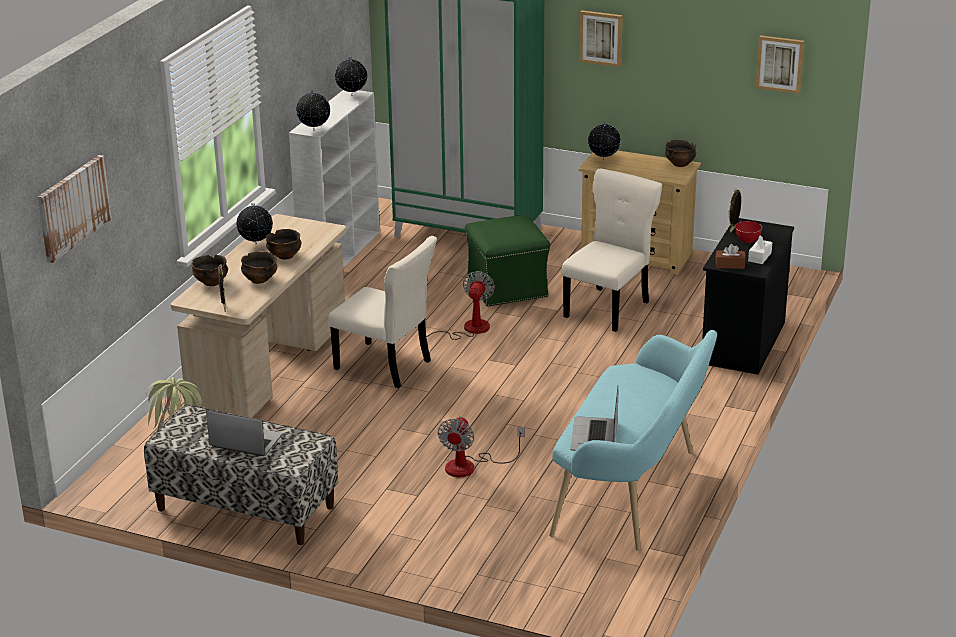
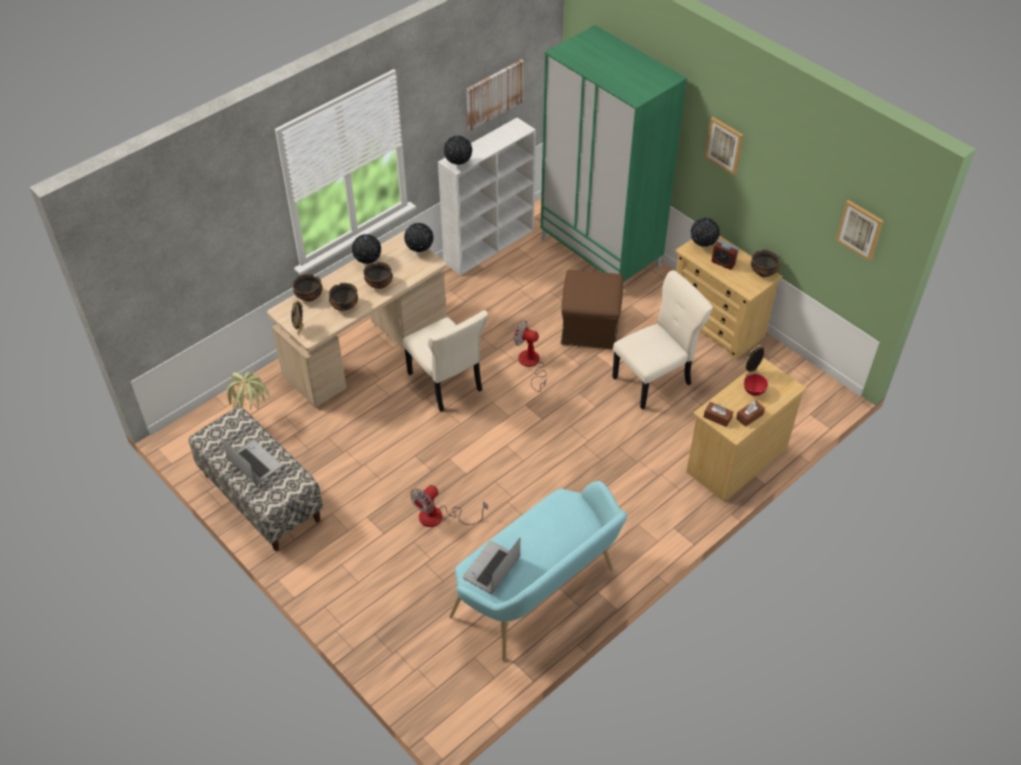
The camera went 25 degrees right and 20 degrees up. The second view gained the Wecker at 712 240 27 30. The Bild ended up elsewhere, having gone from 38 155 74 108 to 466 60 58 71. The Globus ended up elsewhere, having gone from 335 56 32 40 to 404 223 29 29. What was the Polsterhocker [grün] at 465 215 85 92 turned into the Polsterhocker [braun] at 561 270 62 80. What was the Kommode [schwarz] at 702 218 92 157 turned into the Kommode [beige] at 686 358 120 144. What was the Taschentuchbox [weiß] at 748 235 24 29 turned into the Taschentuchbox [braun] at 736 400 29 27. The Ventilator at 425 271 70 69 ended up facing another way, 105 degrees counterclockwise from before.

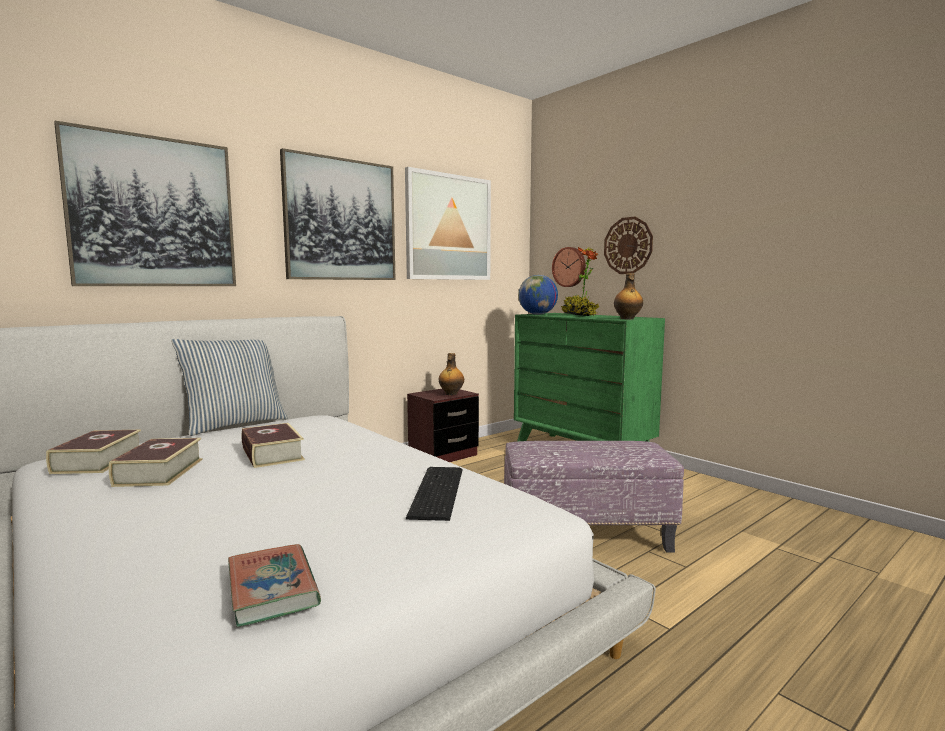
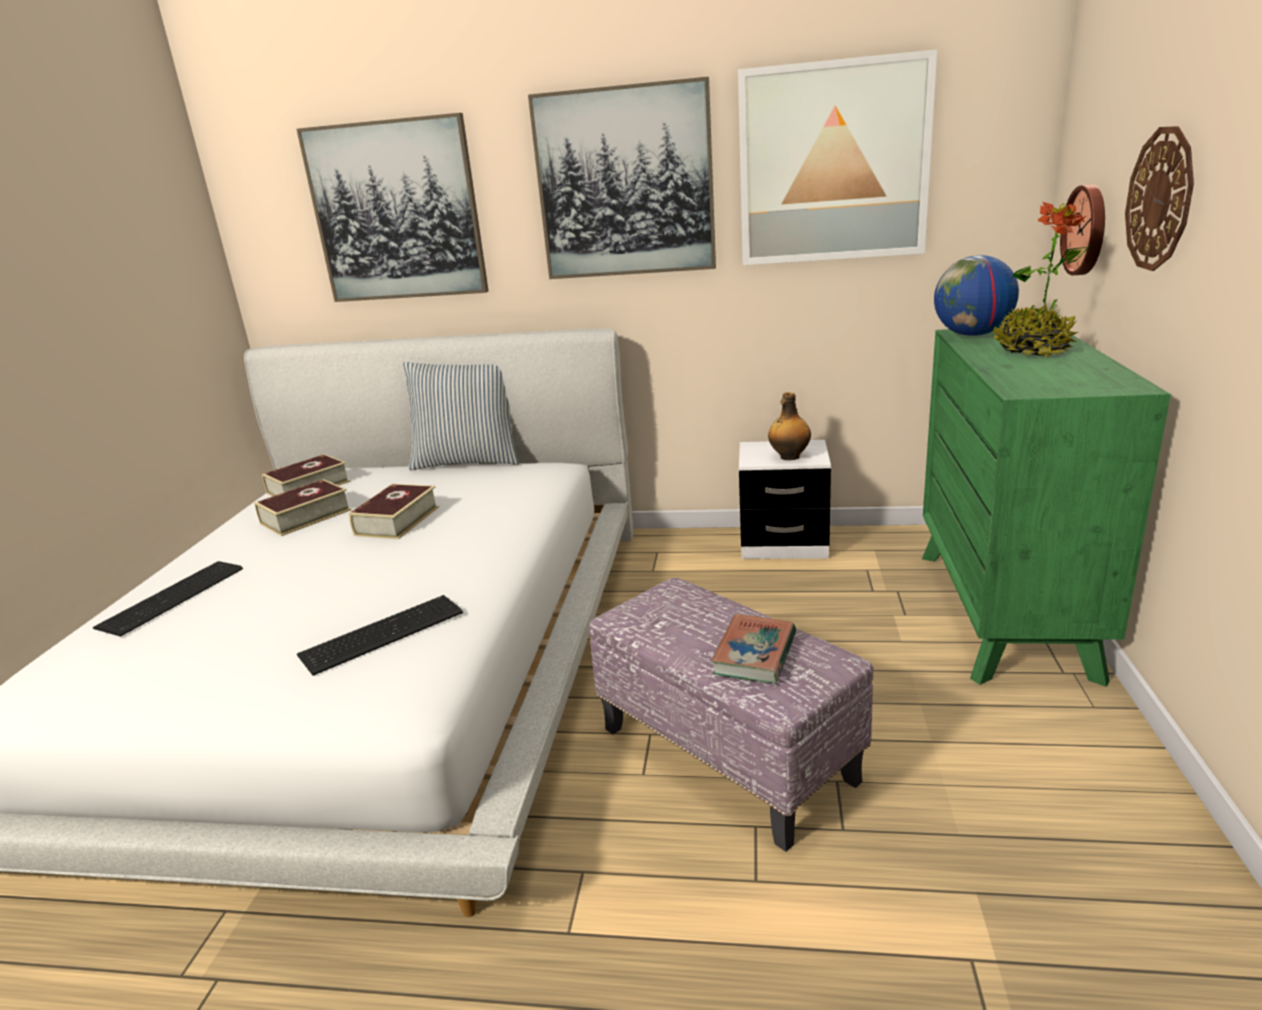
The camera went 50 degrees right and 15 degrees up. The second view lost the Flasche at 614 273 29 46. The second view gained the Tastatur at 93 561 150 76. The Buch ended up elsewhere, having gone from 228 544 93 83 to 711 614 85 69. What was the Nachttisch [braun] at 407 389 72 73 turned into the Nachttisch [weiß] at 739 440 92 119.

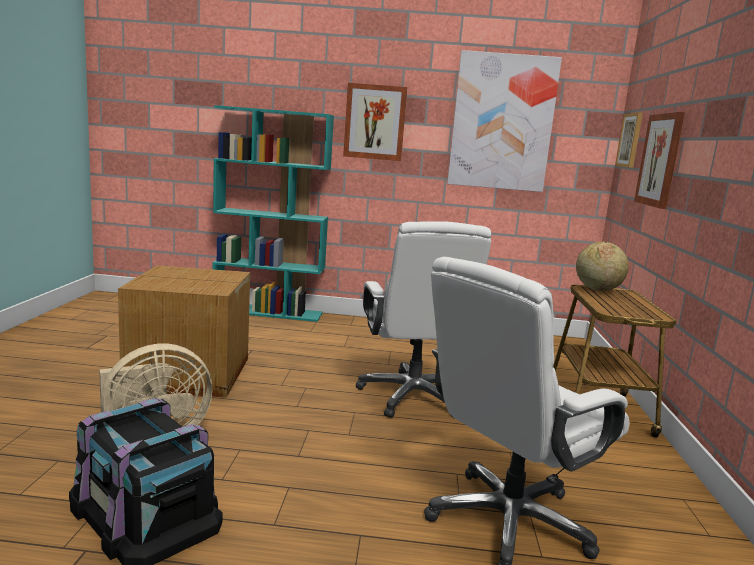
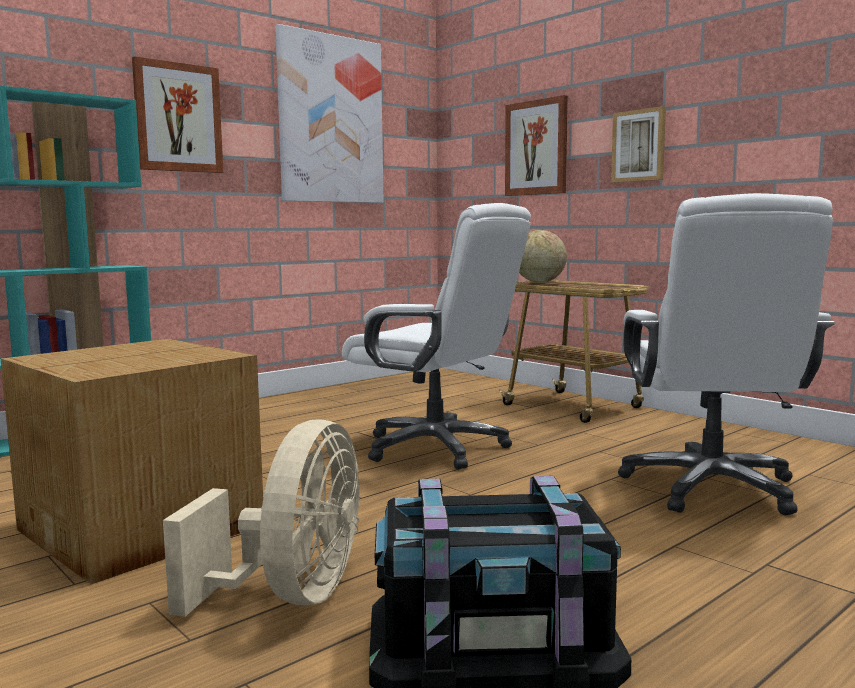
The camera went 45 degrees left and 5 degrees down. The Bild ended up elsewhere, having gone from 615 112 28 56 to 611 106 55 77.

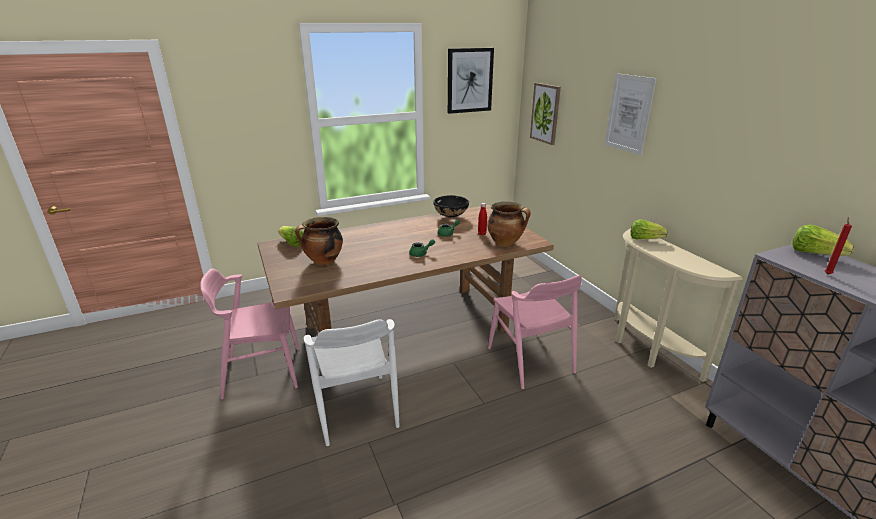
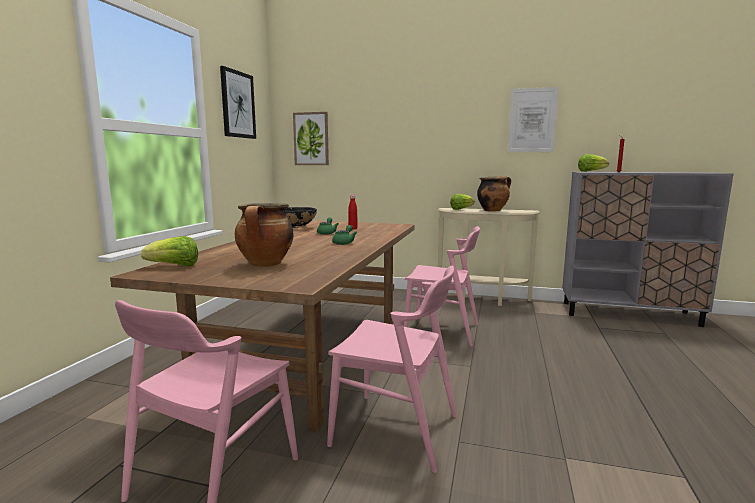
The camera went 50 degrees left and 15 degrees down. The Kochtopf ended up elsewhere, having gone from 487 202 44 45 to 477 176 34 36. The Bild ended up elsewhere, having gone from 605 73 52 82 to 508 87 51 65. What was the Stuhl [weiß] at 304 319 96 127 turned into the Stuhl [rosa] at 327 266 130 207.

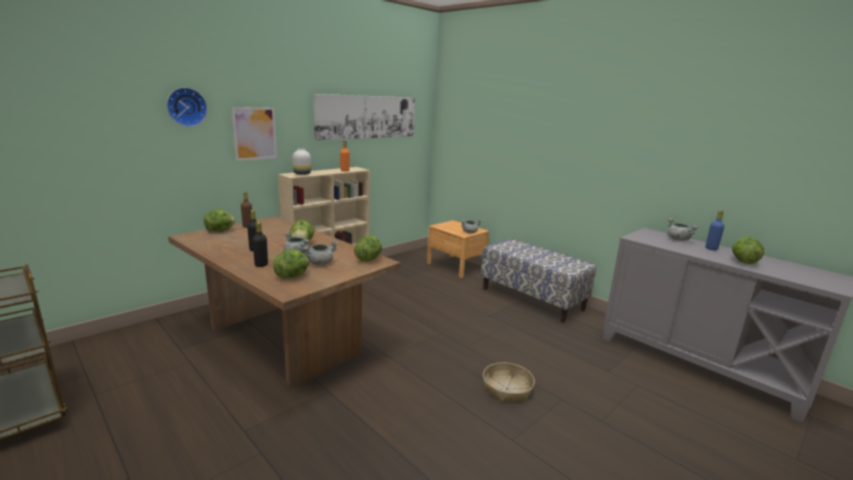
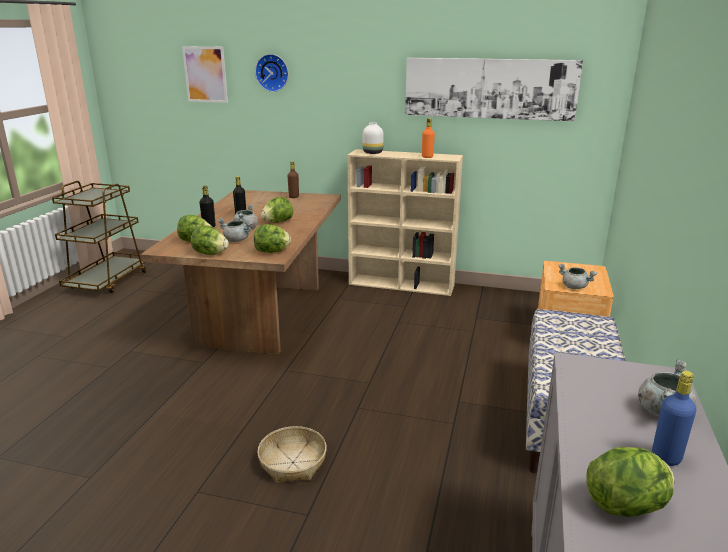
The camera went 60 degrees right and 5 degrees up. The Salatkopf ended up elsewhere, having gone from 204 209 31 23 to 191 225 38 30. The Bild ended up elsewhere, having gone from 231 107 46 54 to 182 46 46 57.

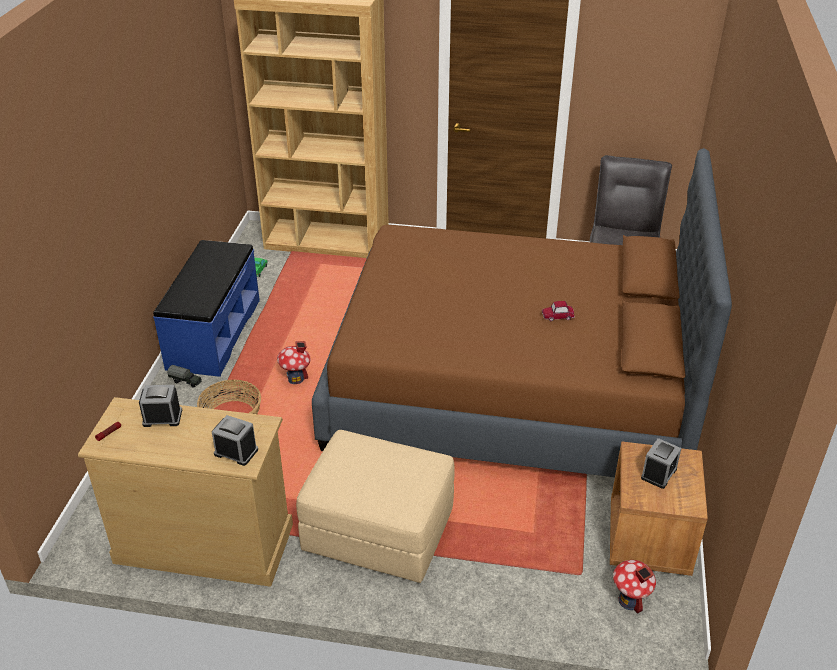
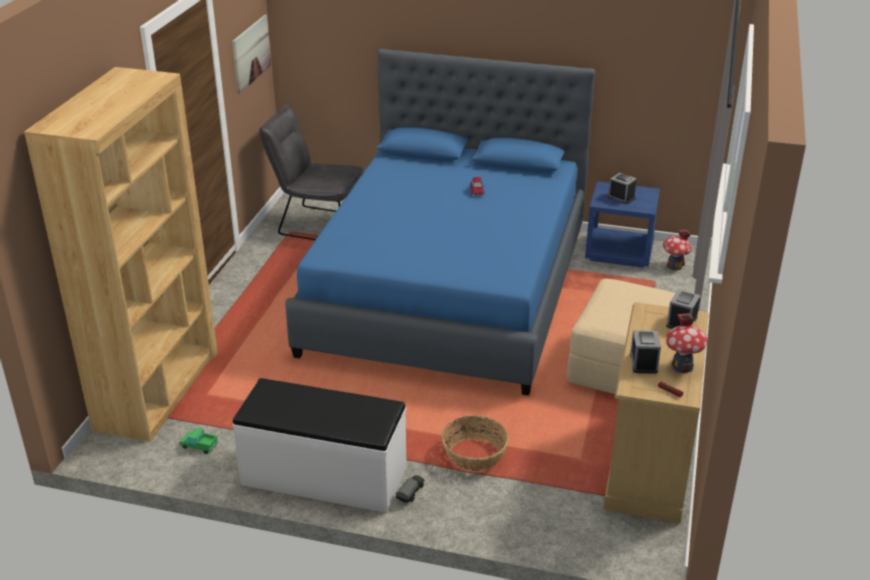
The camera went 85 degrees left and 5 degrees down. The second view gained the Bild at 232 15 39 79. The Spielzeughaus ended up elsewhere, having gone from 277 341 34 43 to 666 313 42 60. What was the Bank [blau] at 153 240 107 137 turned into the Bank [weiß] at 233 378 174 135. What was the Bett [braun] at 312 148 420 329 turned into the Bett [blau] at 285 49 310 347. What was the Nachttisch [braun] at 610 442 98 134 turned into the Nachttisch [blau] at 585 181 75 87.

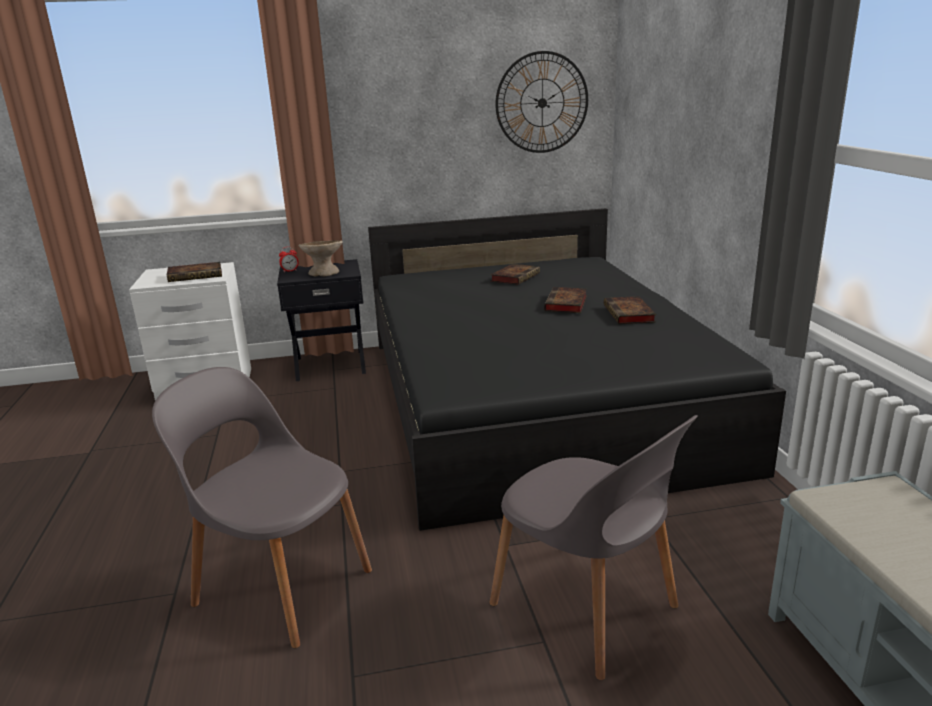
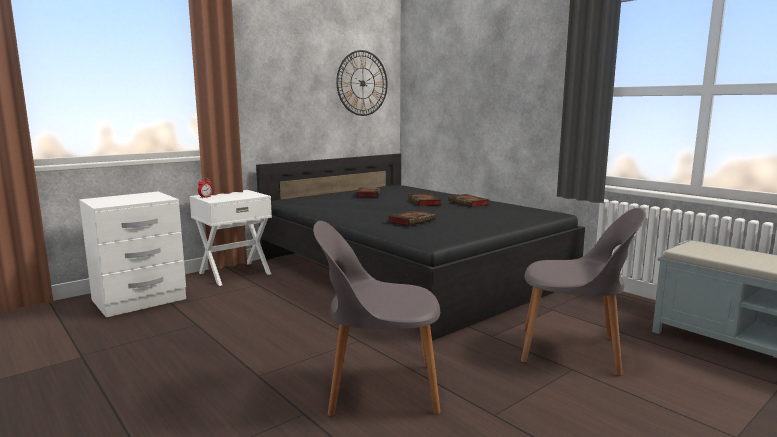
The camera went 30 degrees left and 10 degrees down. The second view lost the Schüssel [beige] at 298 240 45 36. The Buch ended up elsewhere, having gone from 167 262 55 20 to 387 210 49 16. What was the Nachttisch [schwarz] at 277 259 89 122 turned into the Nachttisch [weiß] at 189 190 83 96.

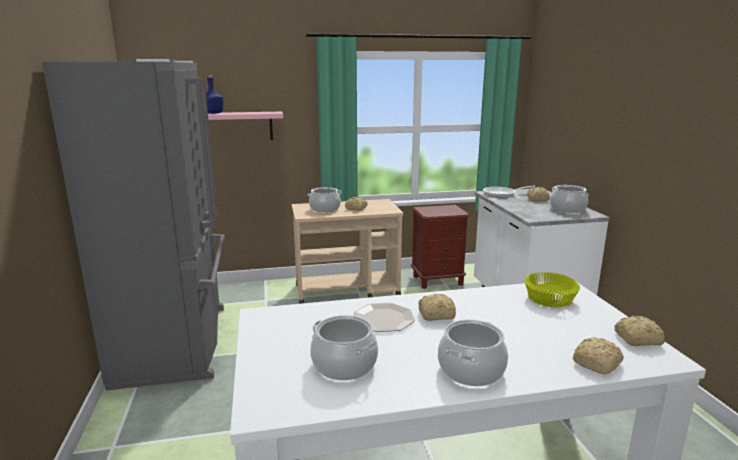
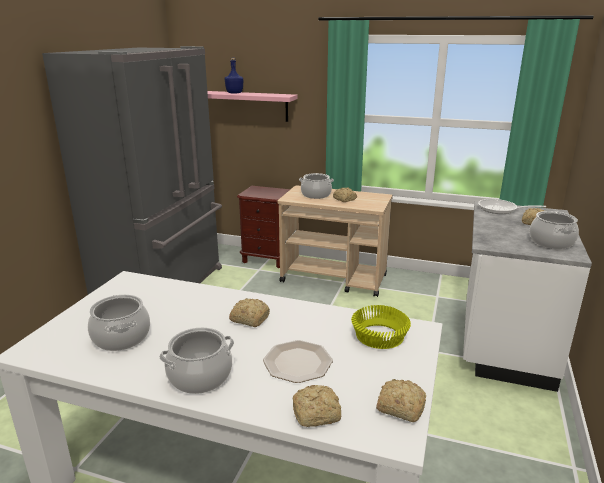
The camera went 30 degrees right and 5 degrees up. The Teller ended up elsewhere, having gone from 354 303 61 29 to 263 340 70 43. The Nachttisch [braun] ended up elsewhere, having gone from 411 205 59 84 to 237 186 53 82.

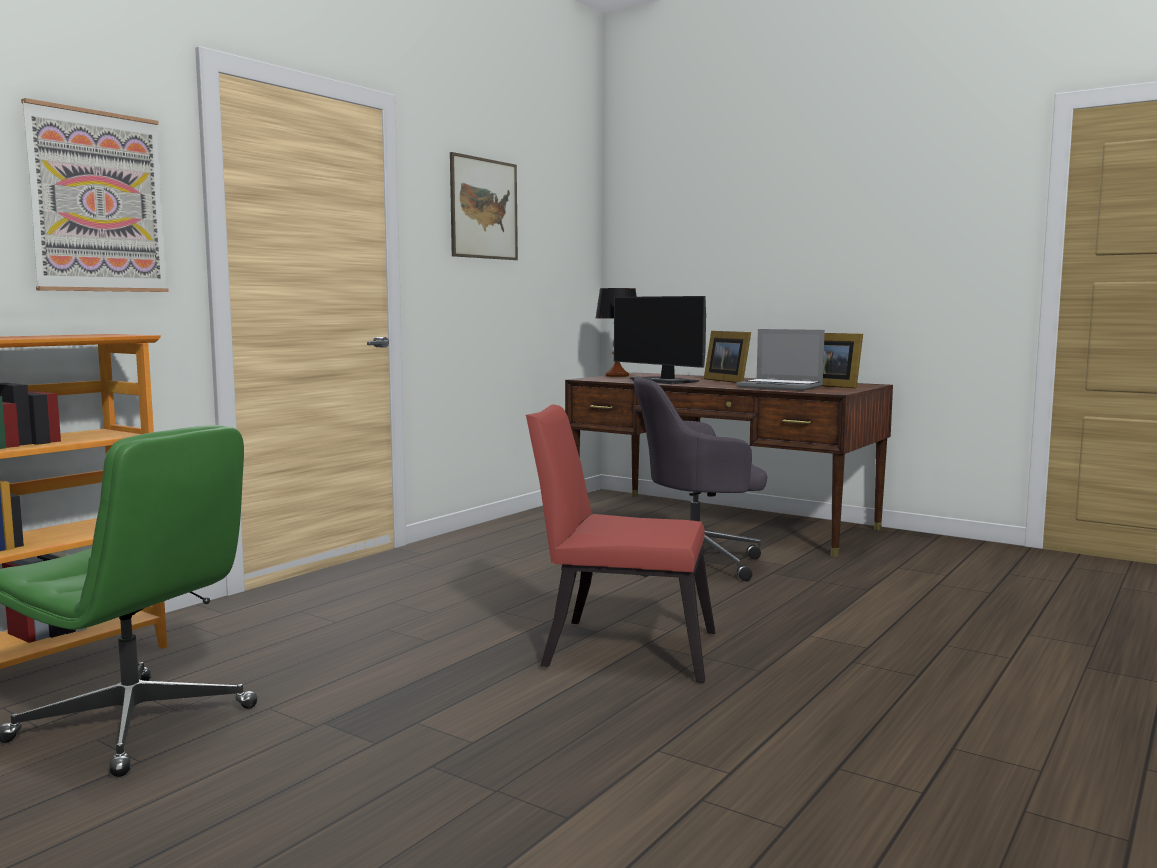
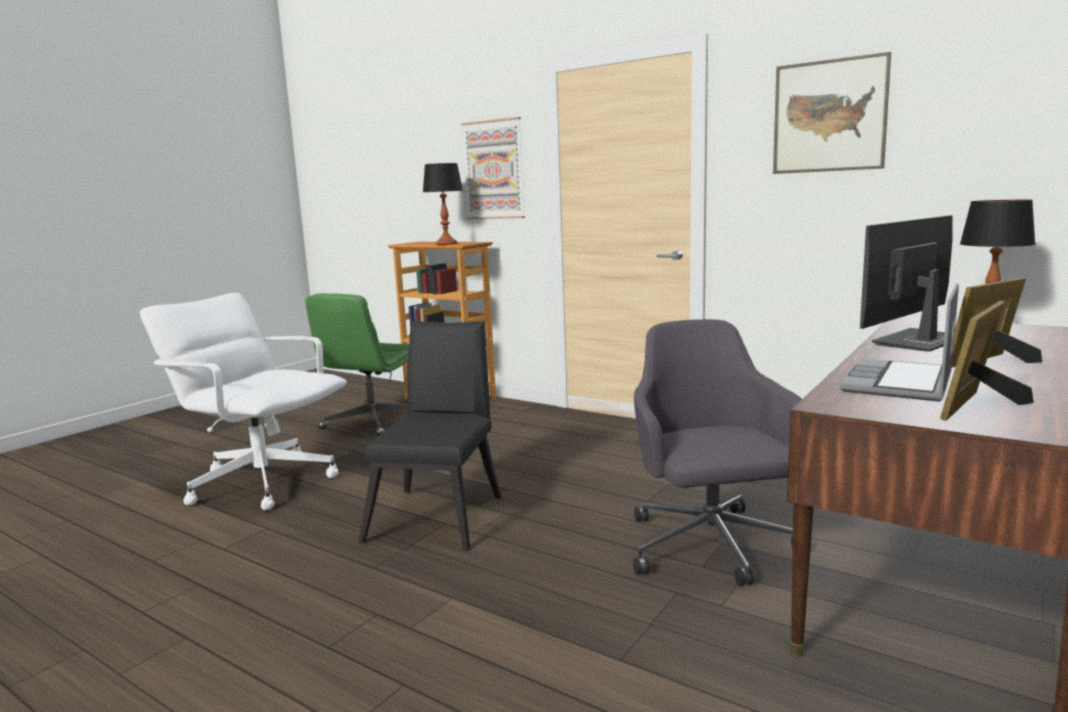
The camera went 90 degrees right and 5 degrees up. The second view gained the Bürostuhl [weiß] at 140 293 207 217. The second view gained the Tischlampe at 423 163 40 82. What was the Stuhl [rot] at 526 404 189 279 turned into the Stuhl [schwarz] at 358 321 143 230.

